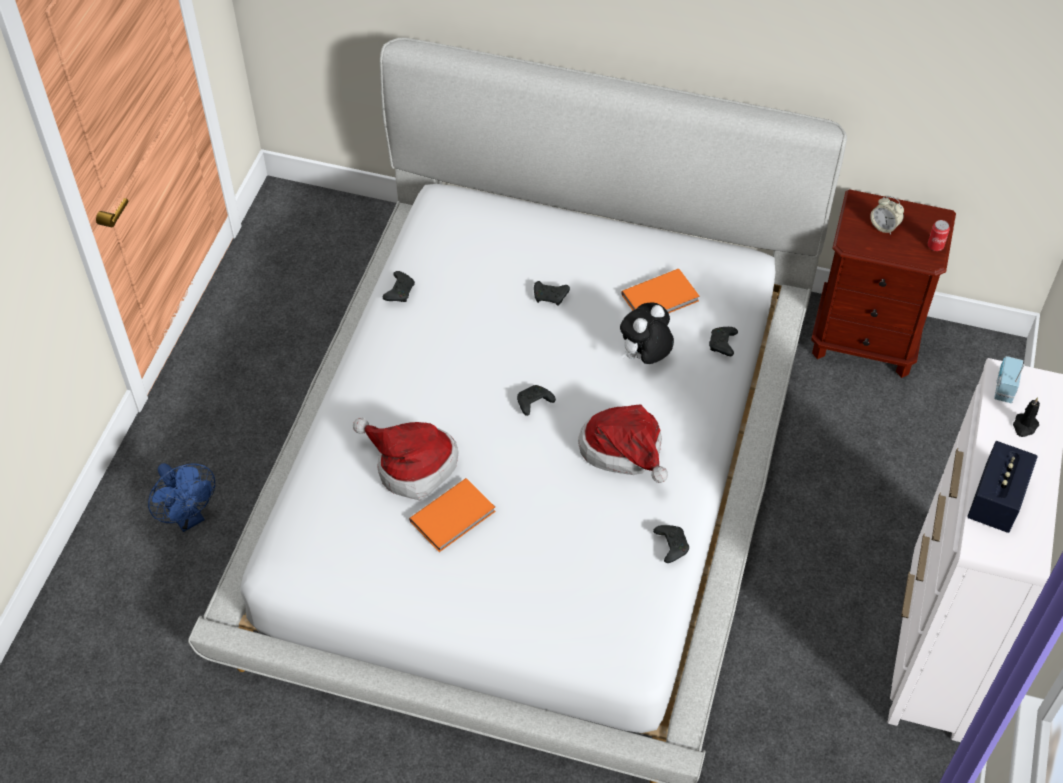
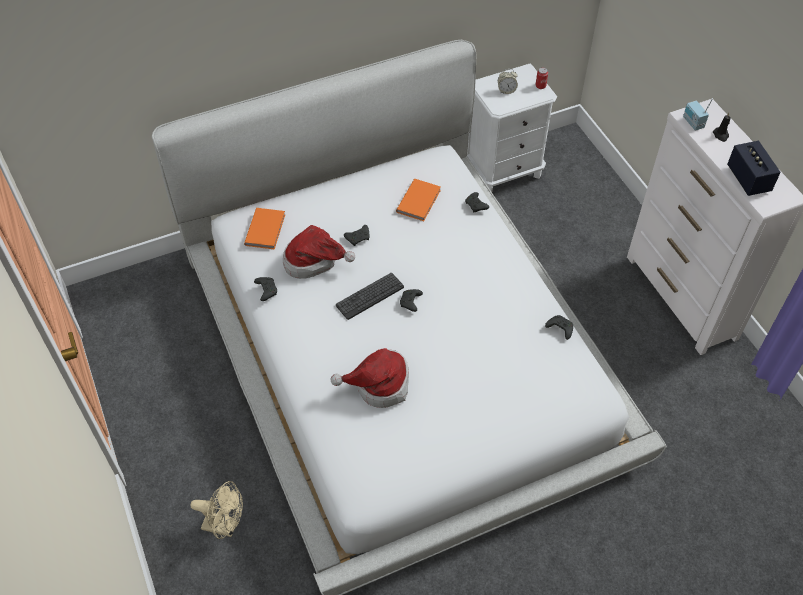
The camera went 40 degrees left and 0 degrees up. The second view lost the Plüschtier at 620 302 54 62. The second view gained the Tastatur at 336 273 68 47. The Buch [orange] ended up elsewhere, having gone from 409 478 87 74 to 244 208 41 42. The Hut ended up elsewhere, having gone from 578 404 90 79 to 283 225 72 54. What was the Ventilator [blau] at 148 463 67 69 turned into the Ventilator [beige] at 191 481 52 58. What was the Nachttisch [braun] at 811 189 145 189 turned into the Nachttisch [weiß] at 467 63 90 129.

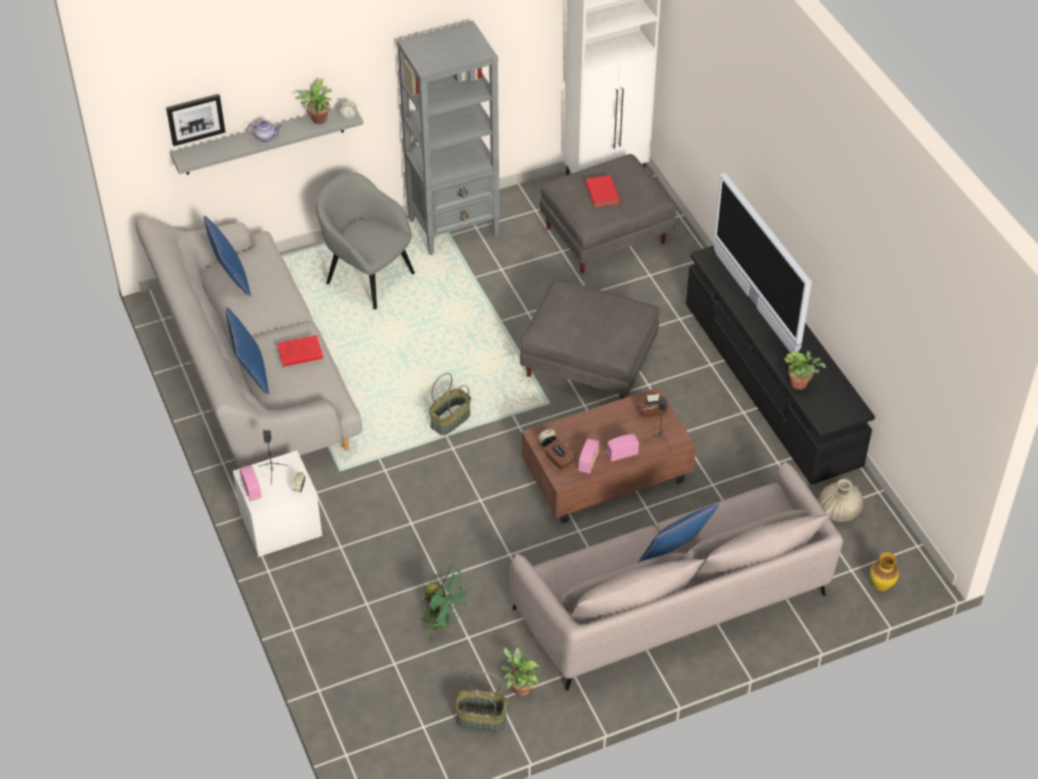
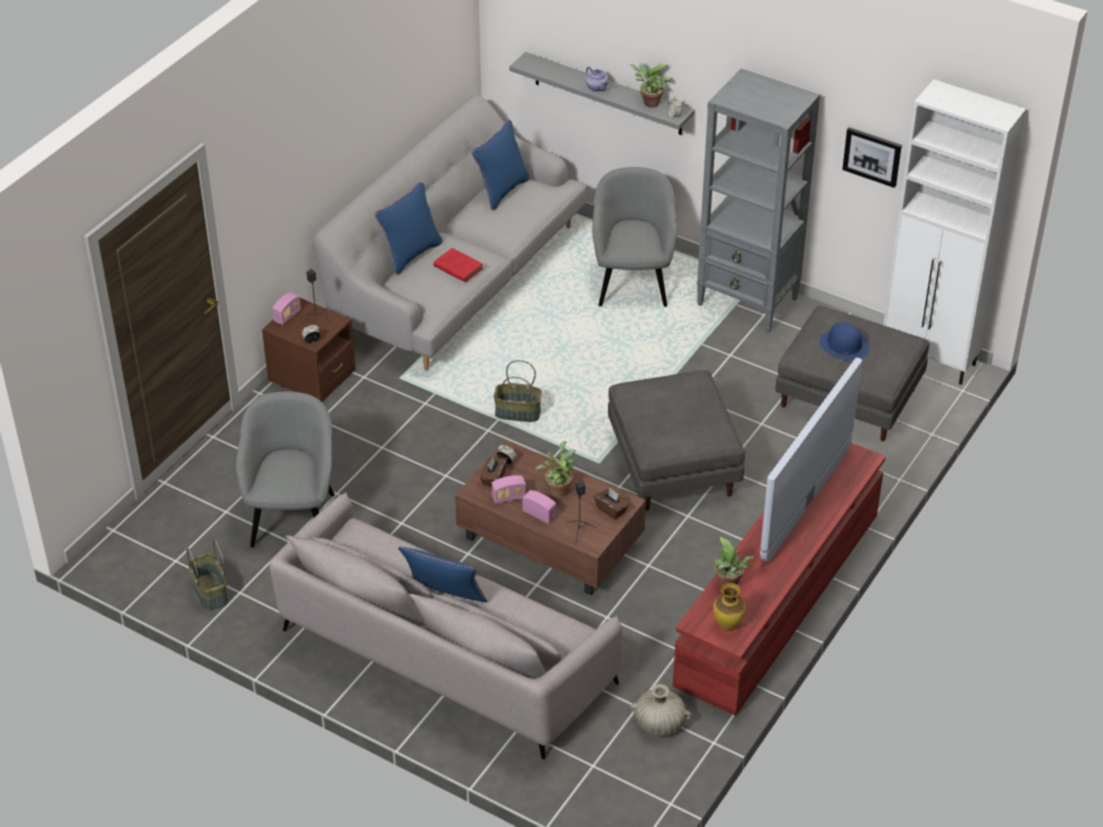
The camera went 55 degrees right and 5 degrees down. The Bild ended up elsewhere, having gone from 166 94 59 52 to 842 127 60 61. The Topfpflanze ended up elsewhere, having gone from 501 647 38 49 to 536 441 40 56. The Vase ended up elsewhere, having gone from 870 552 29 39 to 713 583 33 47. Where the Ventilator [grün] stood at 420 566 51 75, the Sessel [grau] came to stand at 236 392 99 156. Where the Buch [rot] stood at 586 175 34 33, the Hut [blau] came to stand at 820 322 49 39. What was the Nachttisch [weiß] at 233 450 89 107 turned into the Nachttisch [braun] at 262 298 94 104. What was the Fernsehschrank [schwarz] at 686 245 189 240 turned into the Fernsehschrank [rot] at 673 443 213 273.

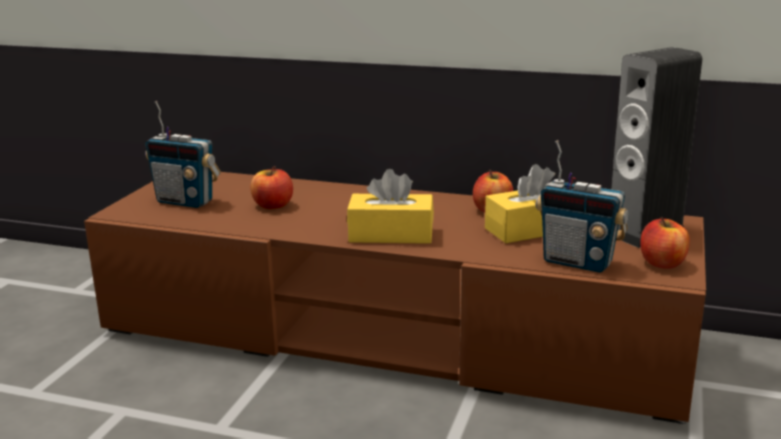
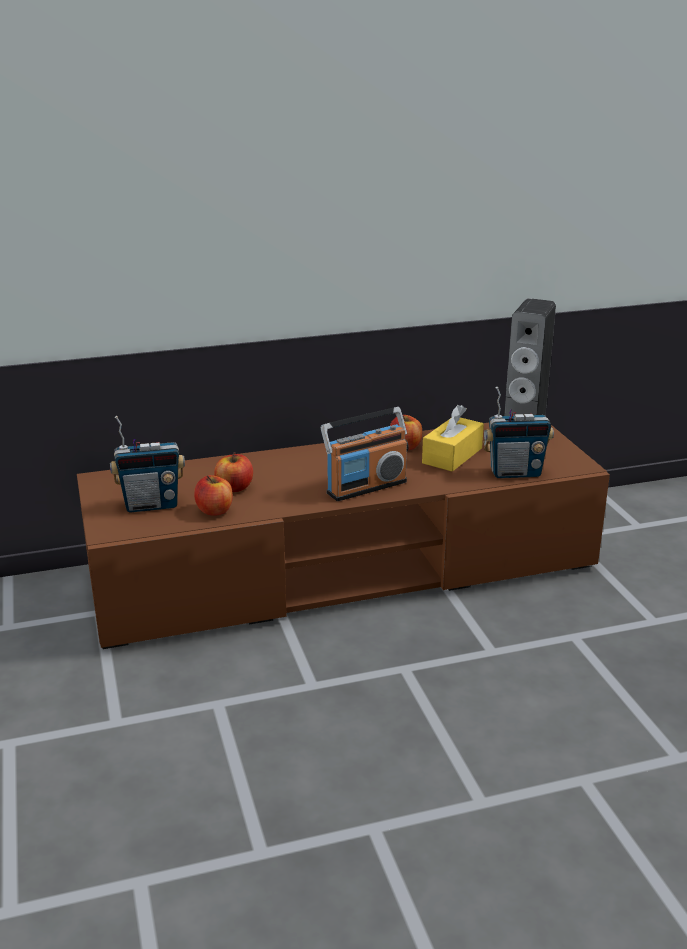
The camera went 35 degrees left and 5 degrees up. The Apfel ended up elsewhere, having gone from 640 217 50 52 to 194 475 39 40. Where the Taschentuchbox [gelb] stood at 347 169 87 75, the Radio came to stand at 321 407 88 94.

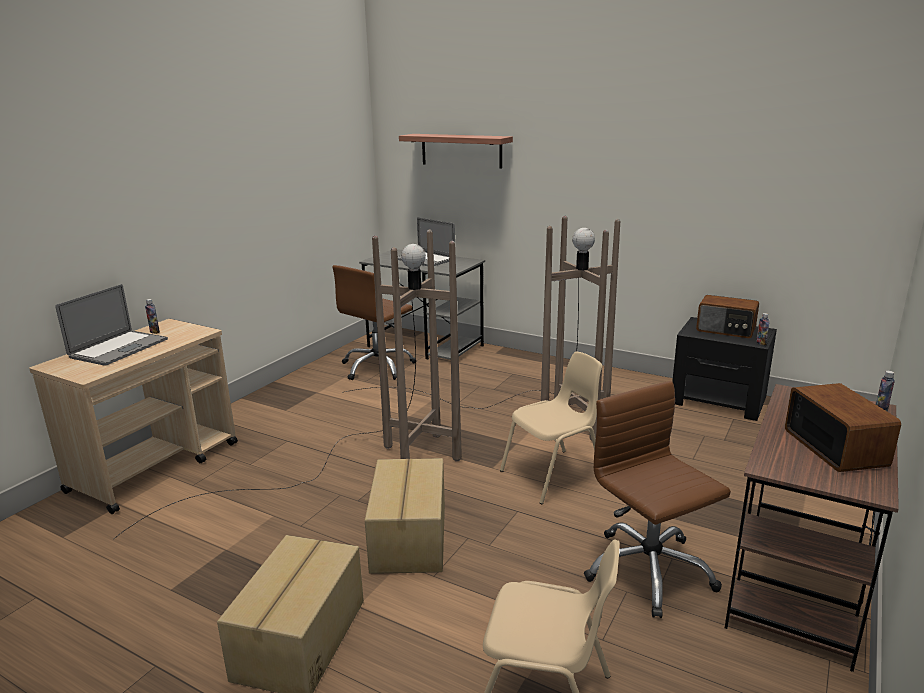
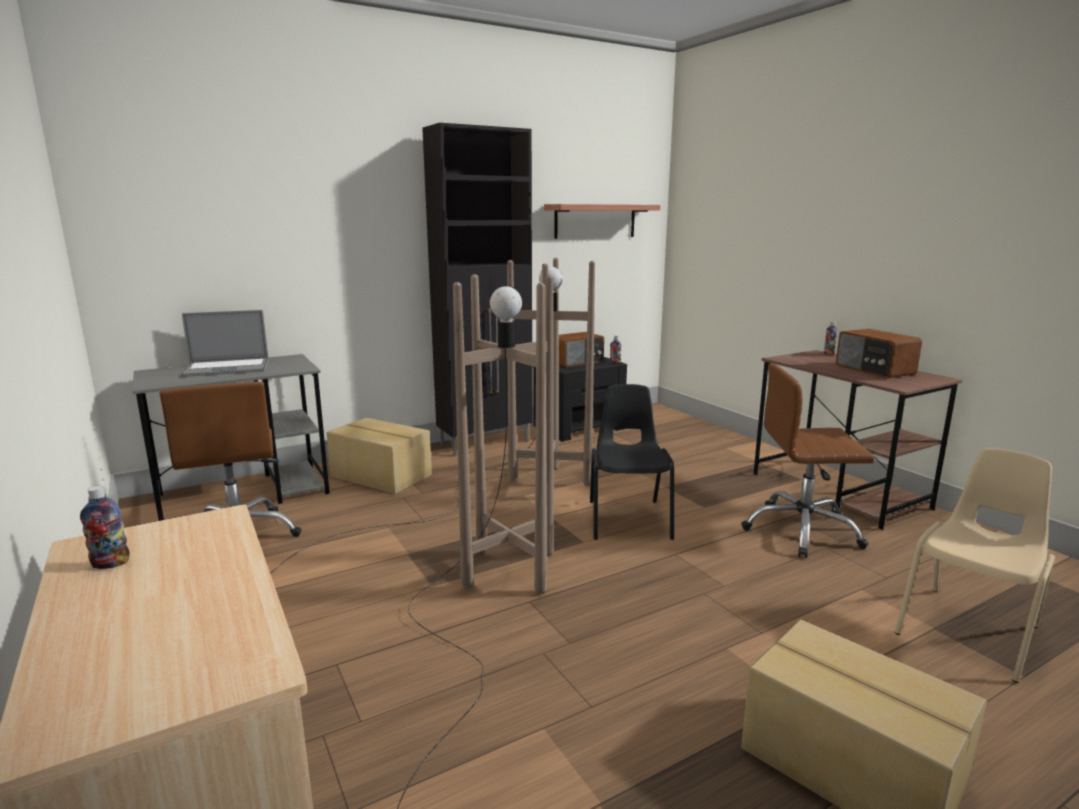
The camera went 60 degrees left and 5 degrees down. The second view lost the Laptop at 55 284 113 82. The second view gained the Schrank [schwarz] at 422 123 110 333. The Karton ended up elsewhere, having gone from 365 458 80 116 to 327 418 105 76. The Wandregal ended up elsewhere, having gone from 399 134 114 35 to 544 204 117 35. What was the Stuhl [beige] at 500 351 102 153 turned into the Stuhl [schwarz] at 590 384 84 156. The Radio at 785 383 116 89 ended up facing another way, 135 degrees counterclockwise from before.

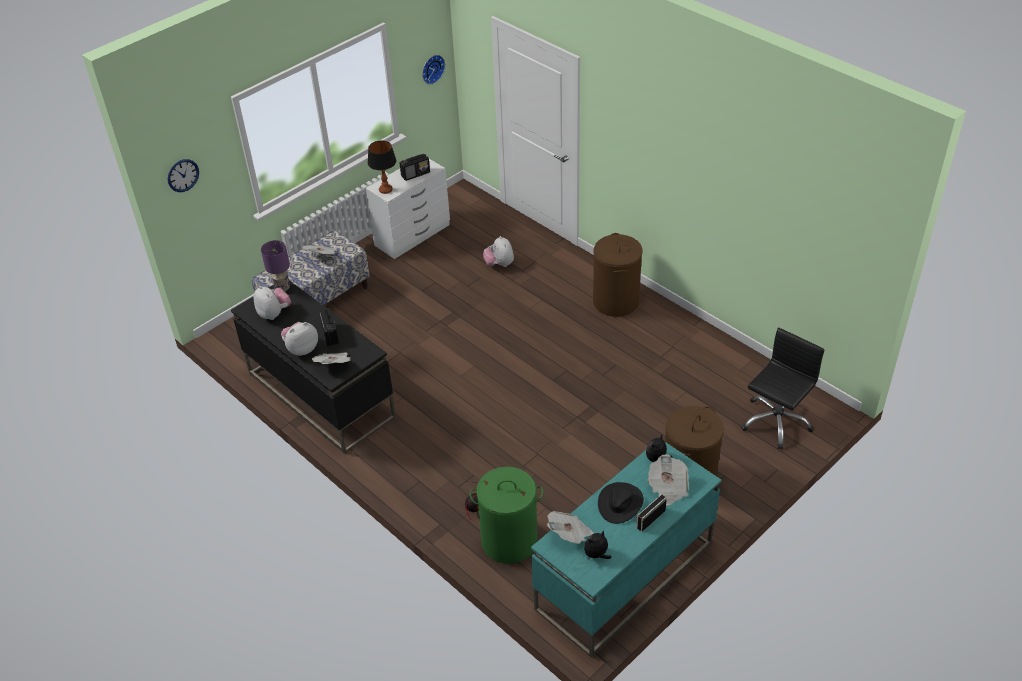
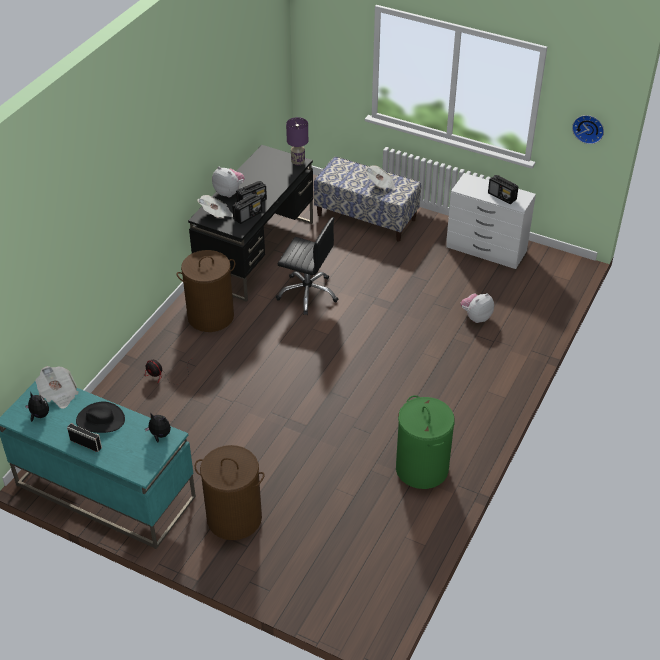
The camera went 70 degrees right and 0 degrees up. The second view lost the Wanduhr at 168 159 31 33. The second view lost the Plüschtier at 253 286 38 34. The second view lost the Tischlampe at 368 141 28 53. The second view lost the Zeitung at 647 454 42 52. The second view gained the Radio at 232 194 30 30. The Wäschekorb [grün] ended up elsewhere, having gone from 470 467 73 97 to 396 395 59 94. The Wäschekorb [braun] ended up elsewhere, having gone from 593 233 50 84 to 176 250 59 82. The Bürostuhl [schwarz] ended up elsewhere, having gone from 741 328 84 121 to 276 217 62 98.

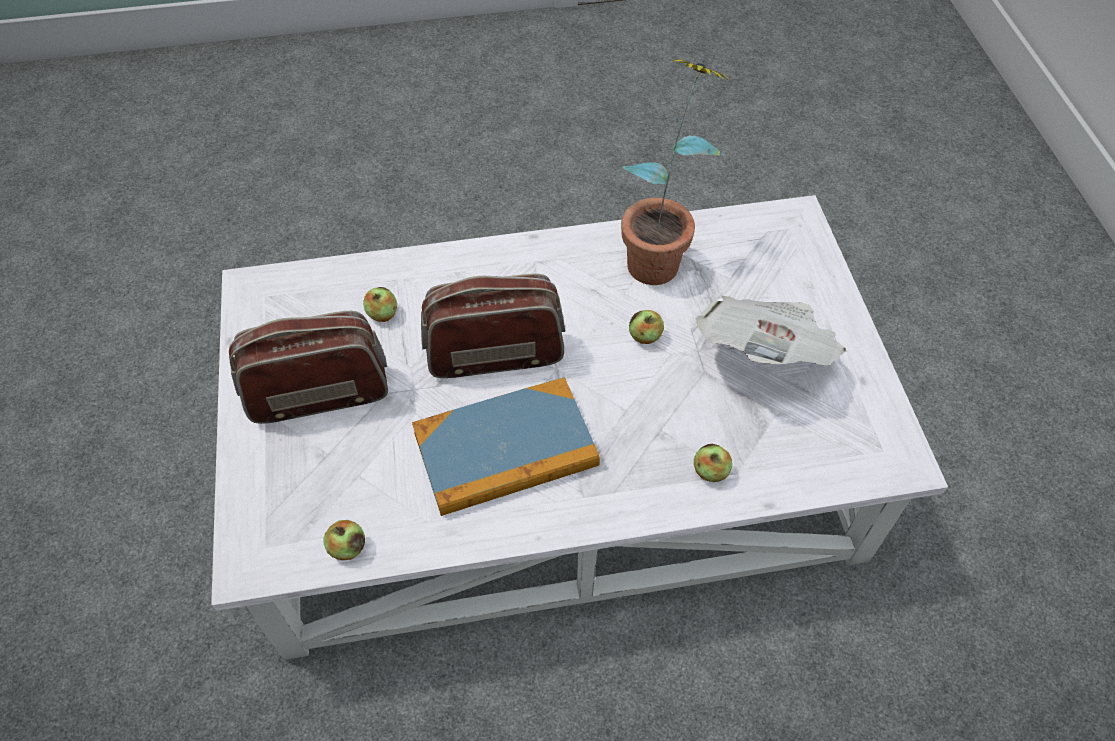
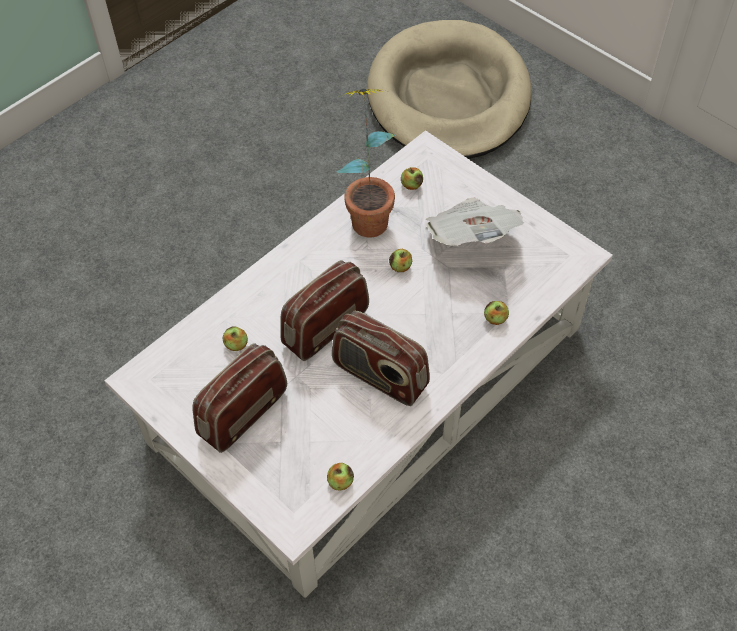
The camera went 35 degrees left and 0 degrees up. The second view gained the Hundebett [beige] at 367 20 165 139. The second view gained the Apfel at 401 167 22 23. Where the Buch stood at 412 377 188 139, the Radio came to stand at 332 310 98 96.

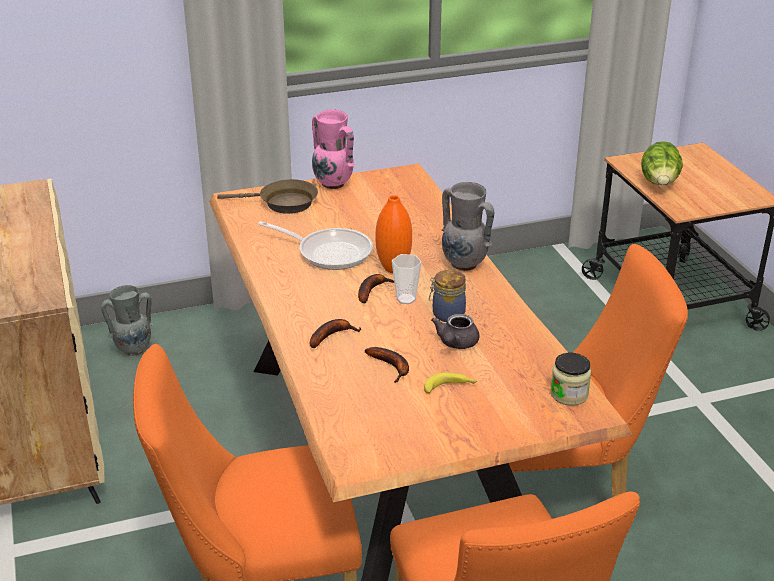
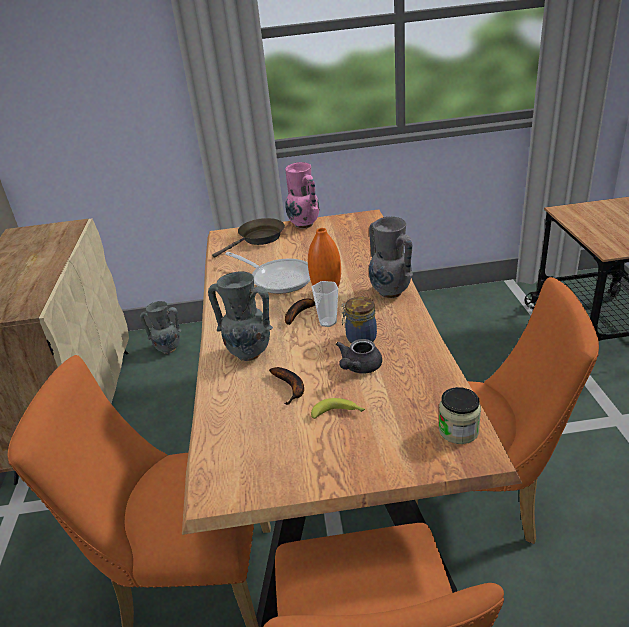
The camera went 15 degrees right and 0 degrees up. The second view lost the Salatkopf at 641 141 42 44. Where the Banane stood at 310 319 51 29, the Vase [grau] came to stand at 208 271 65 90. The Pfanne [braun] at 217 179 101 35 ended up facing another way, 60 degrees counterclockwise from before.

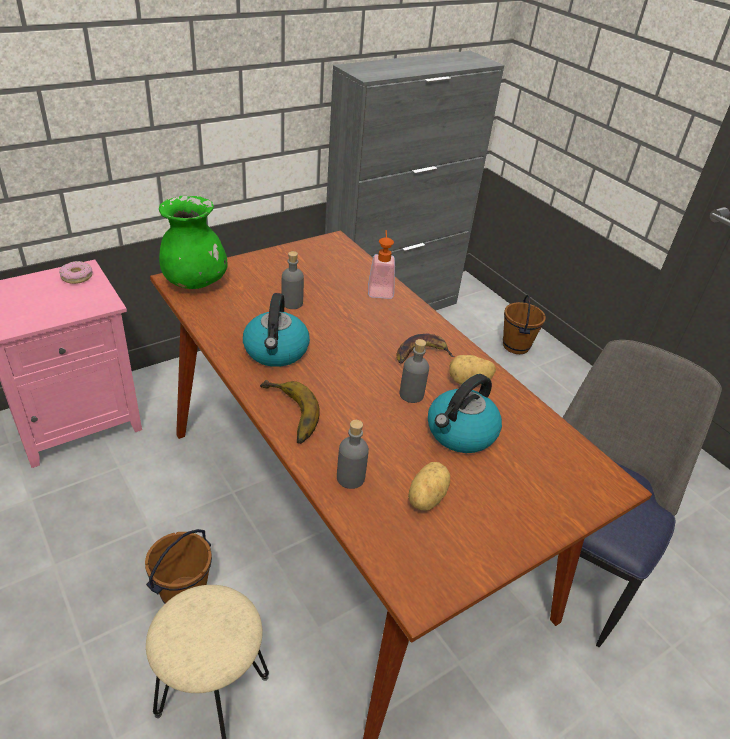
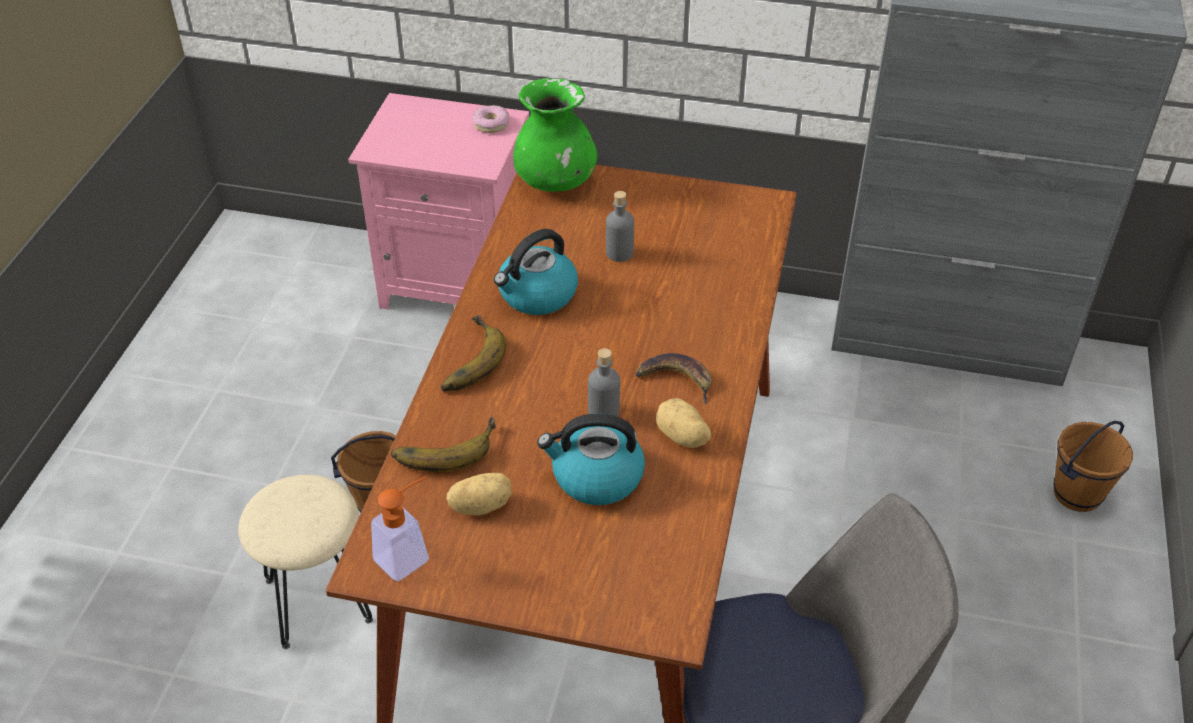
The camera went 50 degrees right and 5 degrees up. The Seifenspender ended up elsewhere, having gone from 368 230 27 69 to 371 476 58 105. Where the Flasche [grau] stood at 337 420 32 69, the Banane came to stand at 391 417 105 55.

